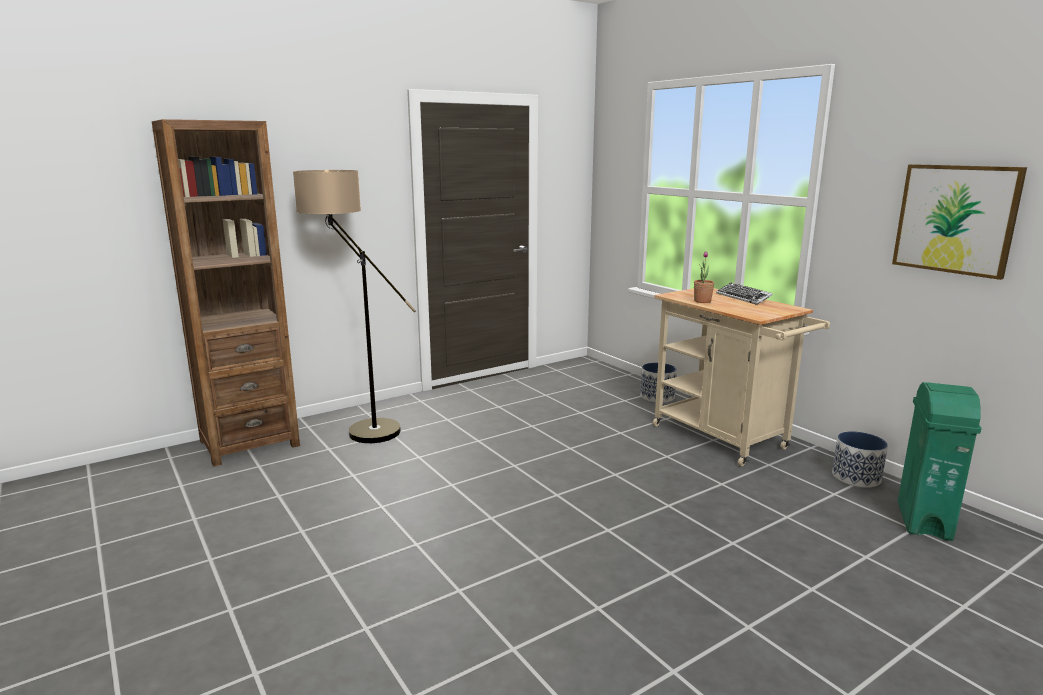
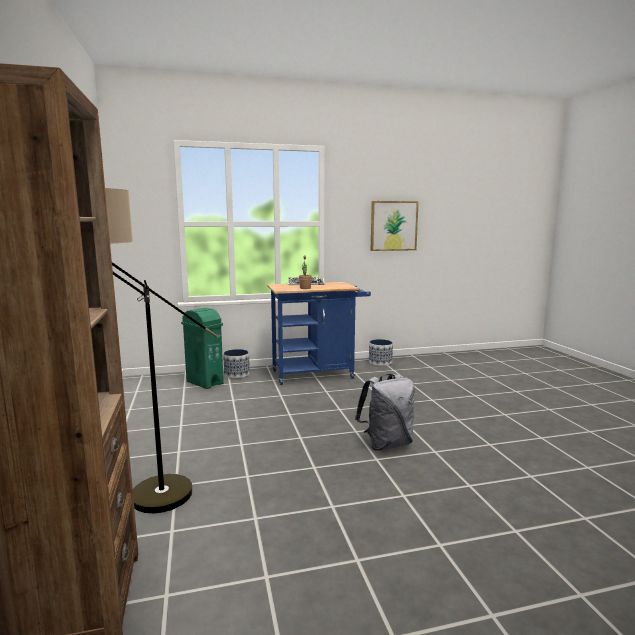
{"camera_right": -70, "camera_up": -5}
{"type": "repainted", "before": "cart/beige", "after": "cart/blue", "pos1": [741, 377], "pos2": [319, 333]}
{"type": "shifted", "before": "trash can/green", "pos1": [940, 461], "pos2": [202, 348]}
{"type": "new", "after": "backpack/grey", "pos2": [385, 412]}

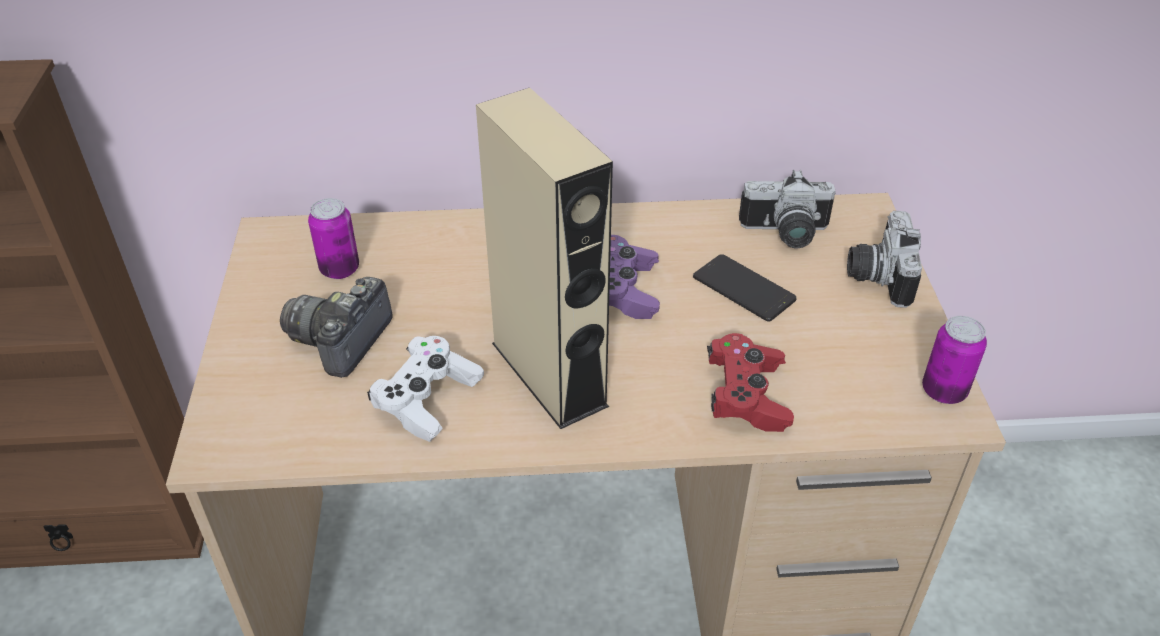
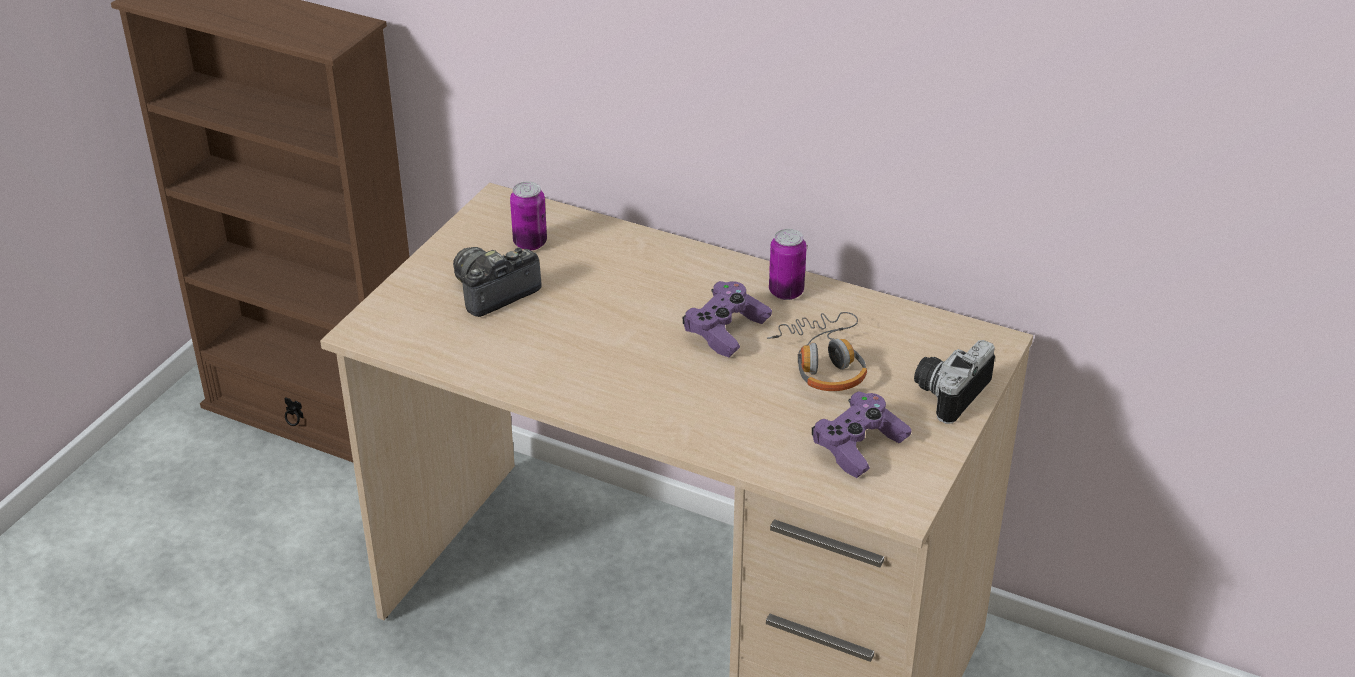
{"camera_right": 30, "camera_up": -5}
{"type": "gone", "before": "game controller/white", "pos1": [425, 389]}
{"type": "gone", "before": "speaker/beige", "pos1": [544, 258]}
{"type": "swapped", "before": "phone", "after": "headphones", "pos1": [745, 288], "pos2": [817, 351]}
{"type": "gone", "before": "game controller/red", "pos1": [750, 382]}
{"type": "gone", "before": "photo camera", "pos1": [787, 209]}
{"type": "shifted", "before": "can", "pos1": [954, 360], "pos2": [788, 264]}
{"type": "new", "after": "game controller/purple", "pos2": [861, 435]}

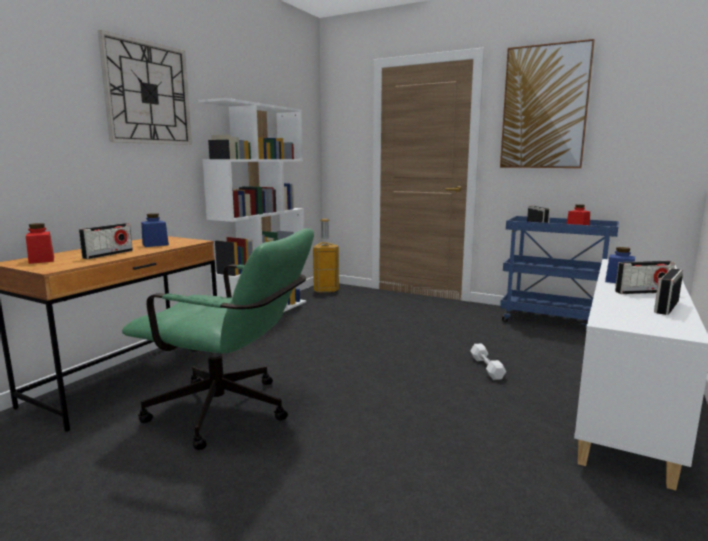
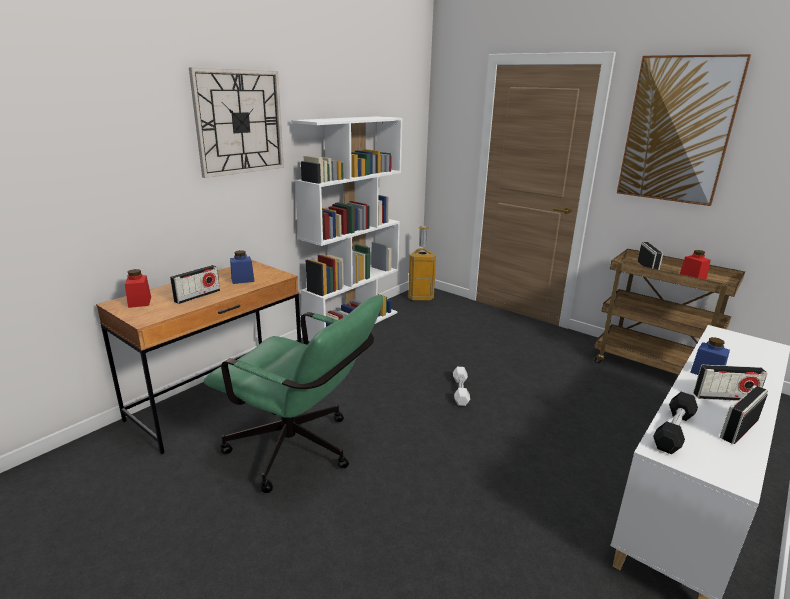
{"camera_right": 10, "camera_up": 10}
{"type": "shifted", "before": "dumbbell/white", "pos1": [488, 361], "pos2": [461, 386]}
{"type": "repainted", "before": "cart/blue", "after": "cart/brown", "pos1": [559, 272], "pos2": [669, 312]}
{"type": "new", "after": "dumbbell/black", "pos2": [675, 423]}

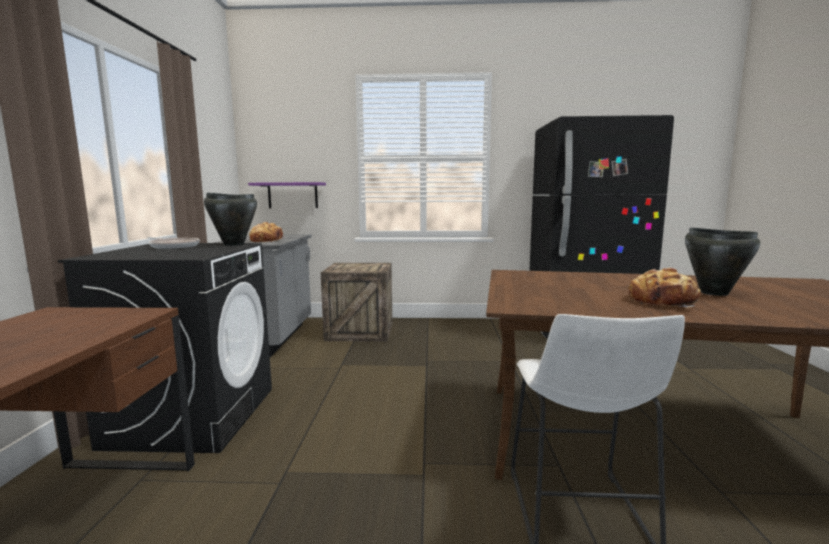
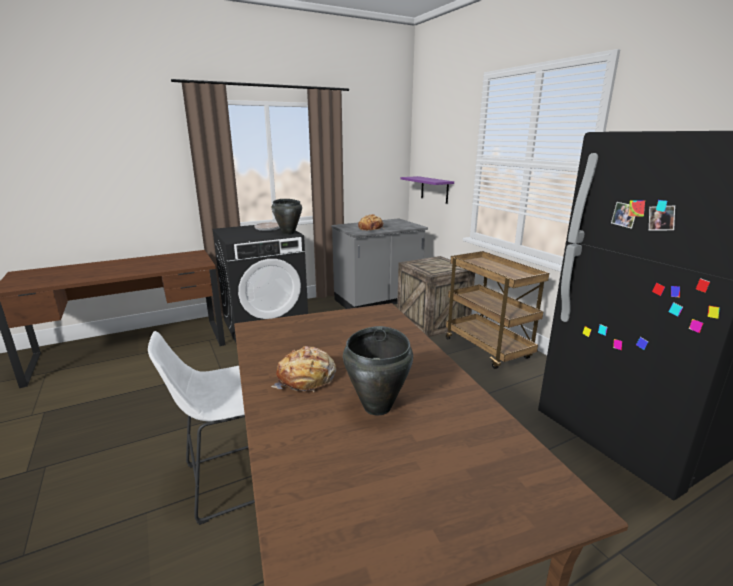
{"camera_right": 60, "camera_up": 10}
{"type": "new", "after": "cart/brown", "pos2": [497, 310]}

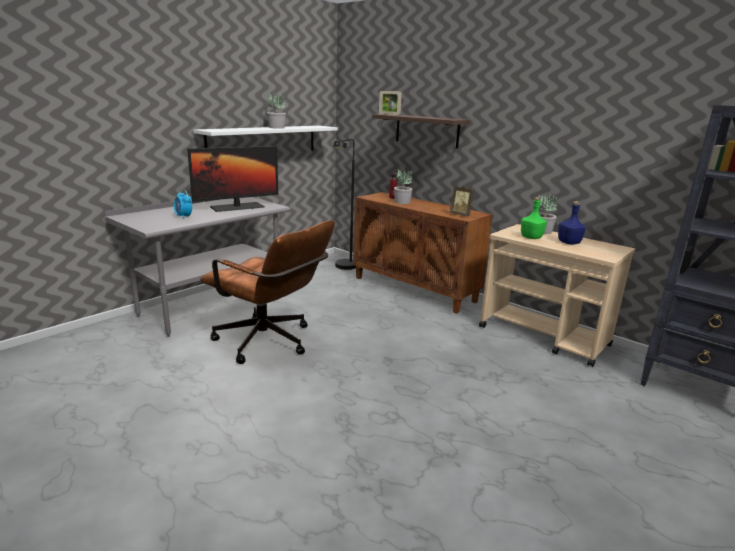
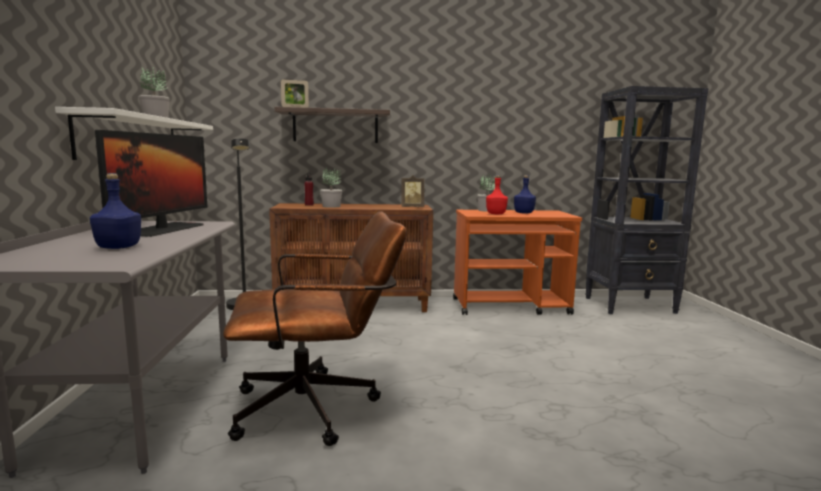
{"camera_right": -45, "camera_up": -10}
{"type": "swapped", "before": "alarm clock", "after": "bottle/blue", "pos1": [183, 204], "pos2": [115, 211]}
{"type": "repainted", "before": "cart/beige", "after": "cart/orange", "pos1": [557, 295], "pos2": [517, 262]}
{"type": "repainted", "before": "bottle/green", "after": "bottle/red", "pos1": [534, 218], "pos2": [497, 194]}

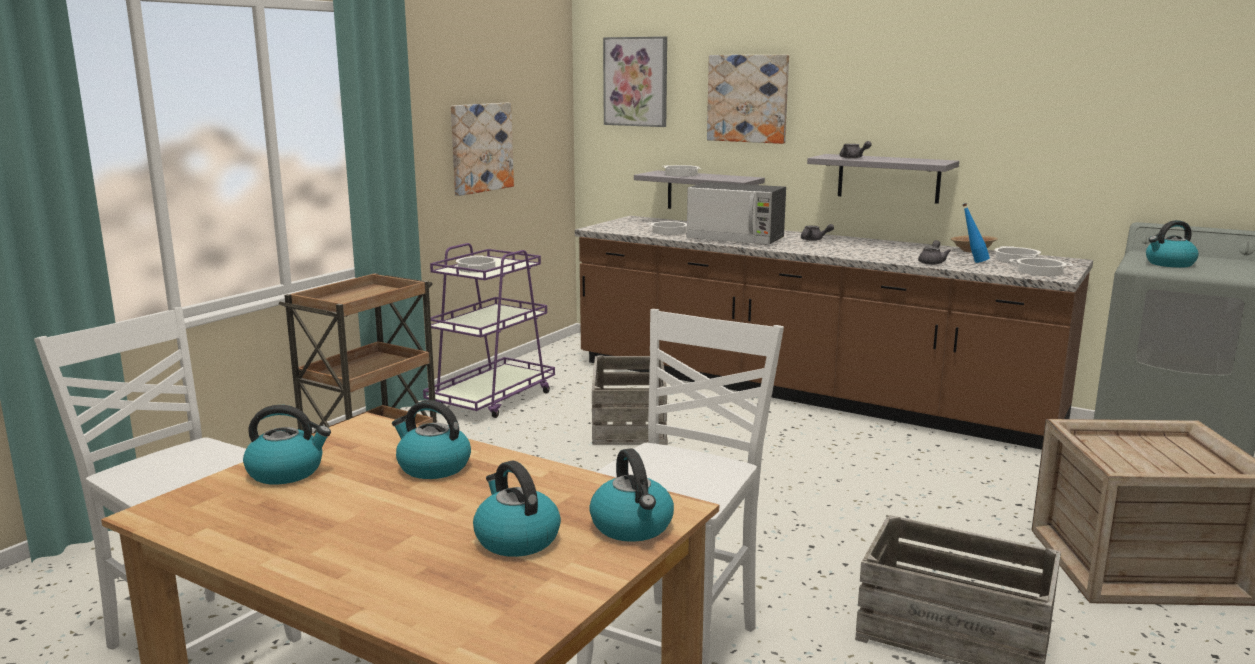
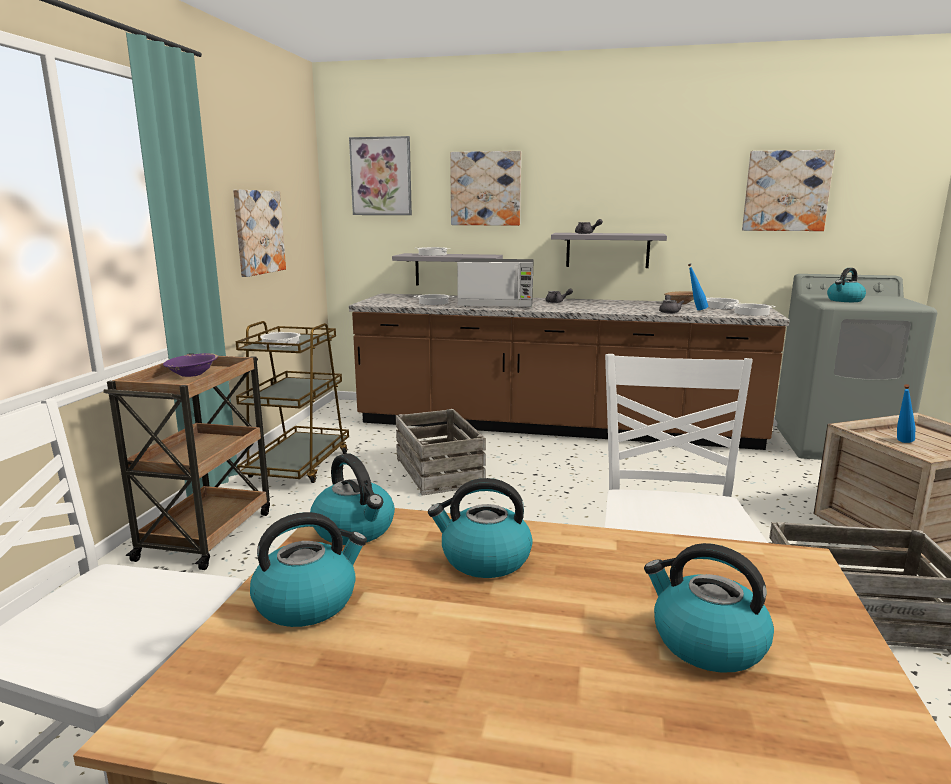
{"camera_right": -20, "camera_up": 0}
{"type": "repainted", "before": "cart/purple", "after": "cart/brown", "pos1": [489, 330], "pos2": [292, 402]}
{"type": "shifted", "before": "kettle", "pos1": [631, 495], "pos2": [352, 499]}
{"type": "new", "after": "bowl/purple", "pos2": [190, 365]}
{"type": "new", "after": "picture", "pos2": [788, 190]}
{"type": "new", "after": "bottle/blue", "pos2": [906, 413]}

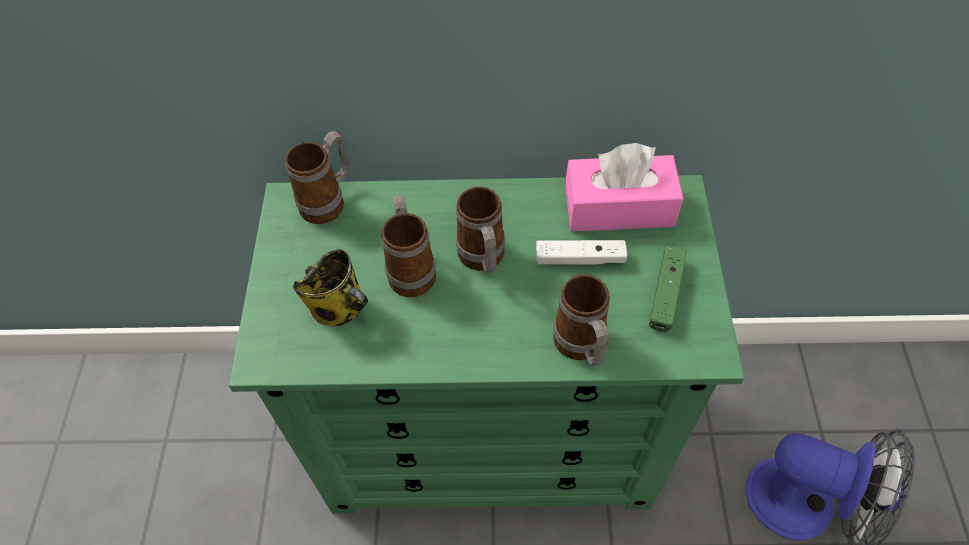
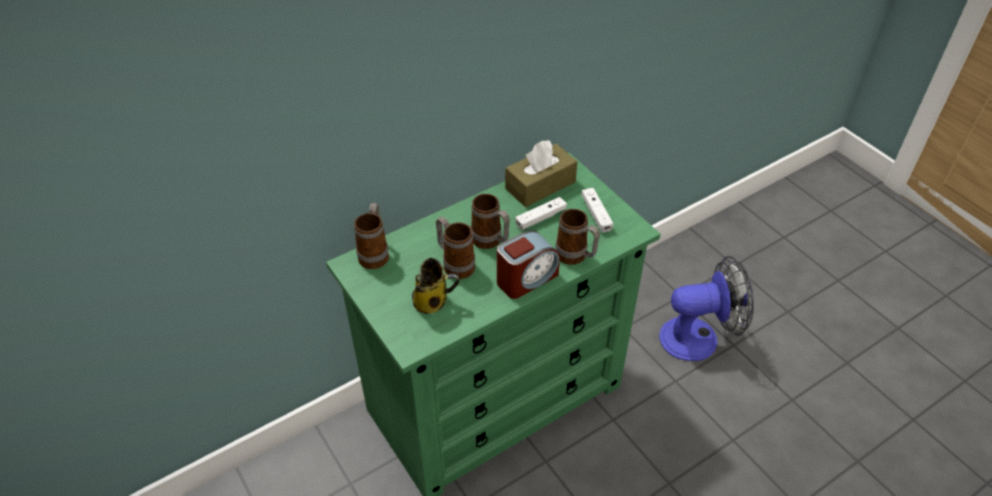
{"camera_right": -35, "camera_up": -10}
{"type": "repainted", "before": "tissue box/pink", "after": "tissue box/brown", "pos1": [624, 187], "pos2": [541, 173]}
{"type": "repainted", "before": "game controller/green", "after": "game controller/white", "pos1": [668, 289], "pos2": [597, 210]}
{"type": "new", "after": "alarm clock", "pos2": [528, 264]}

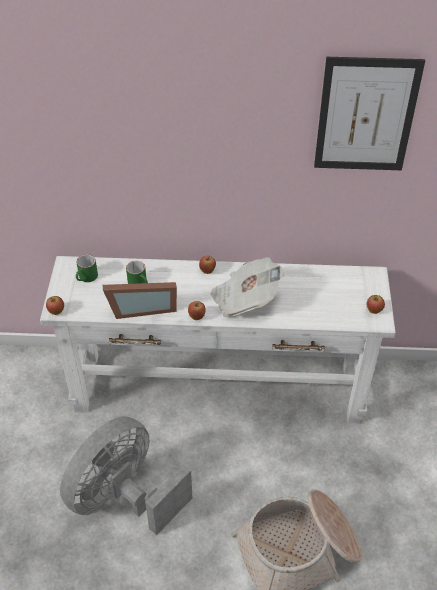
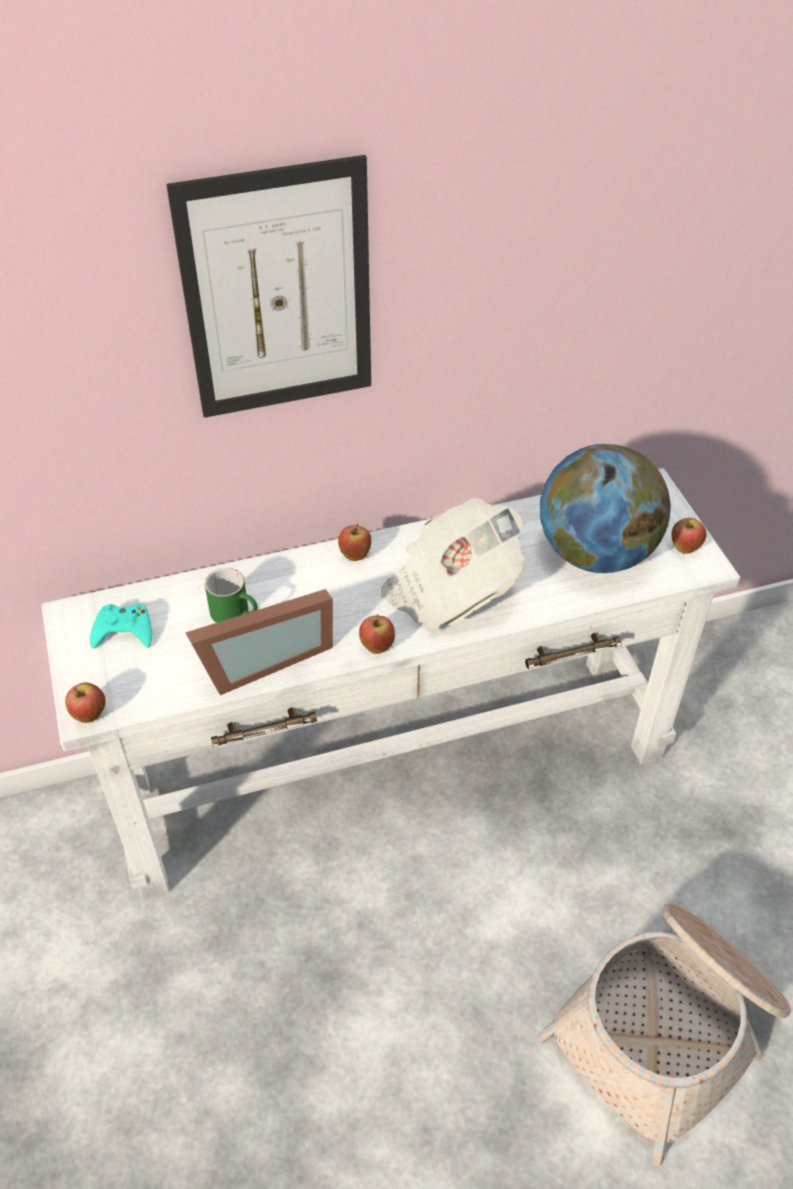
{"camera_right": -20, "camera_up": 0}
{"type": "gone", "before": "fan/grey", "pos1": [126, 475]}
{"type": "swapped", "before": "mug/green", "after": "game controller/turquoise", "pos1": [87, 268], "pos2": [121, 626]}
{"type": "shifted", "before": "picture", "pos1": [369, 113], "pos2": [268, 286]}
{"type": "new", "after": "globe", "pos2": [605, 508]}

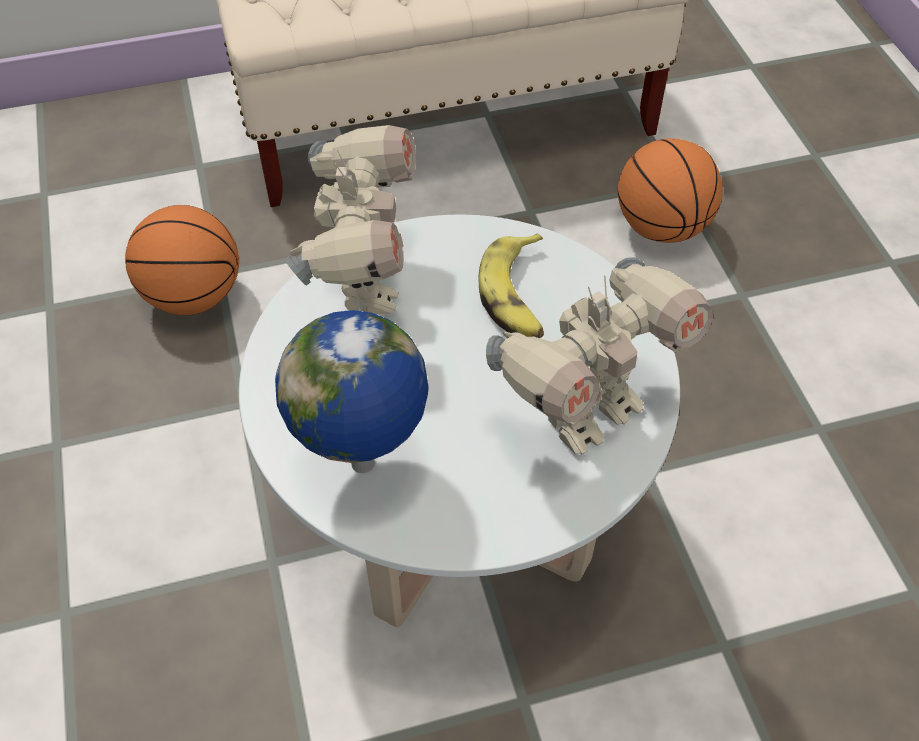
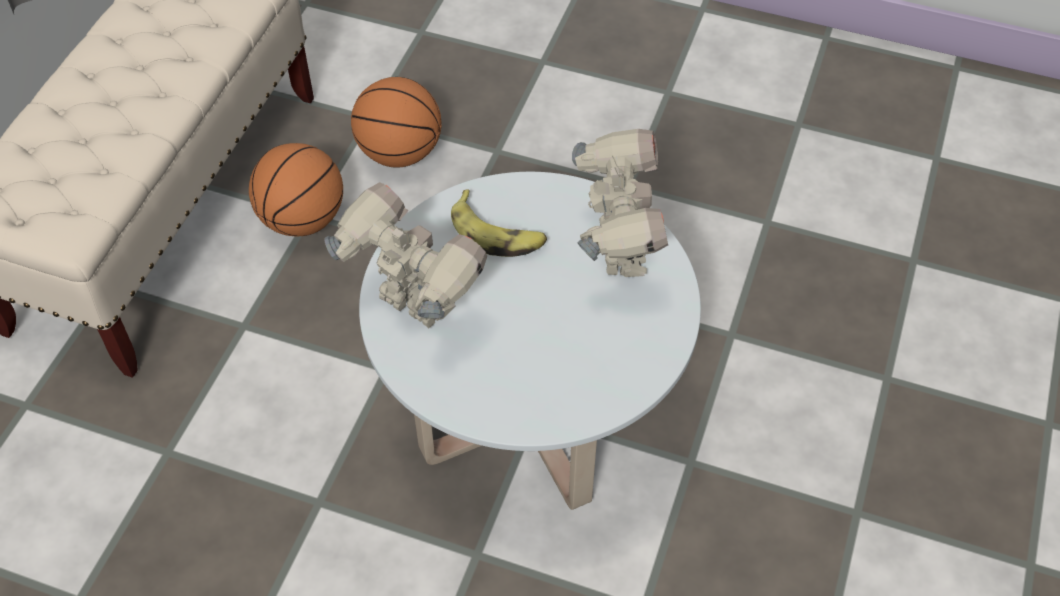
{"camera_right": -55, "camera_up": 0}
{"type": "shifted", "before": "basketball", "pos1": [182, 260], "pos2": [296, 189]}
{"type": "gone", "before": "globe", "pos1": [352, 391]}

